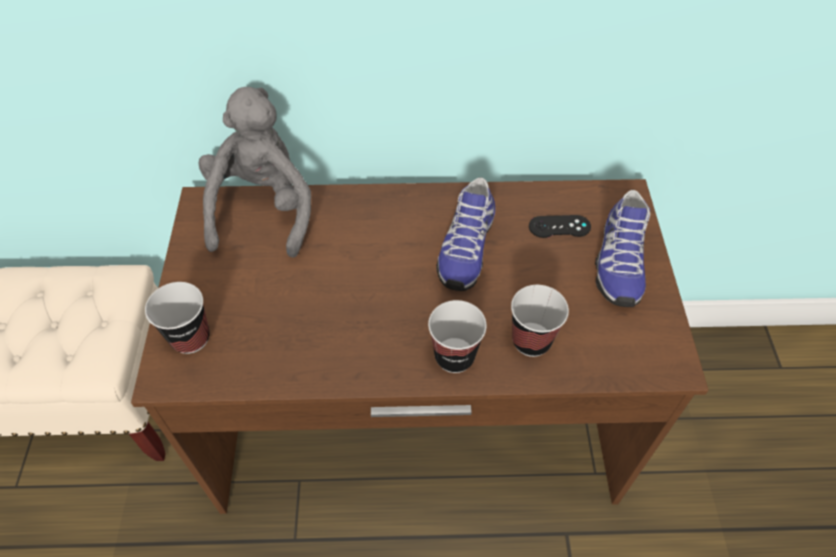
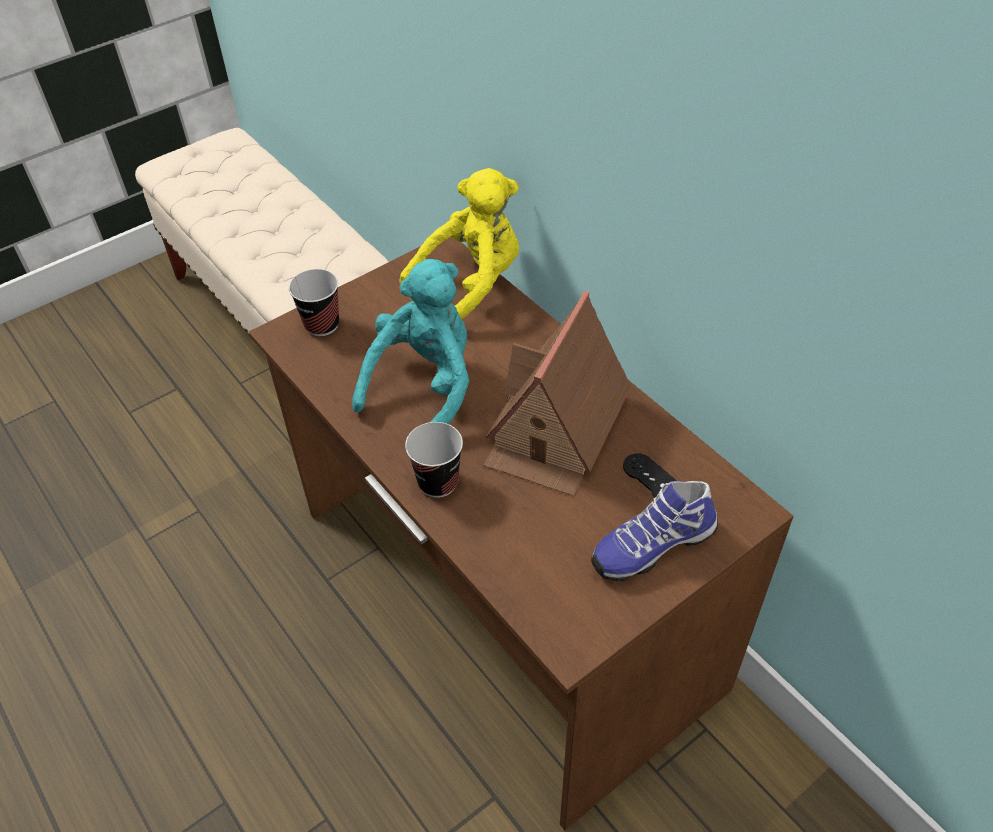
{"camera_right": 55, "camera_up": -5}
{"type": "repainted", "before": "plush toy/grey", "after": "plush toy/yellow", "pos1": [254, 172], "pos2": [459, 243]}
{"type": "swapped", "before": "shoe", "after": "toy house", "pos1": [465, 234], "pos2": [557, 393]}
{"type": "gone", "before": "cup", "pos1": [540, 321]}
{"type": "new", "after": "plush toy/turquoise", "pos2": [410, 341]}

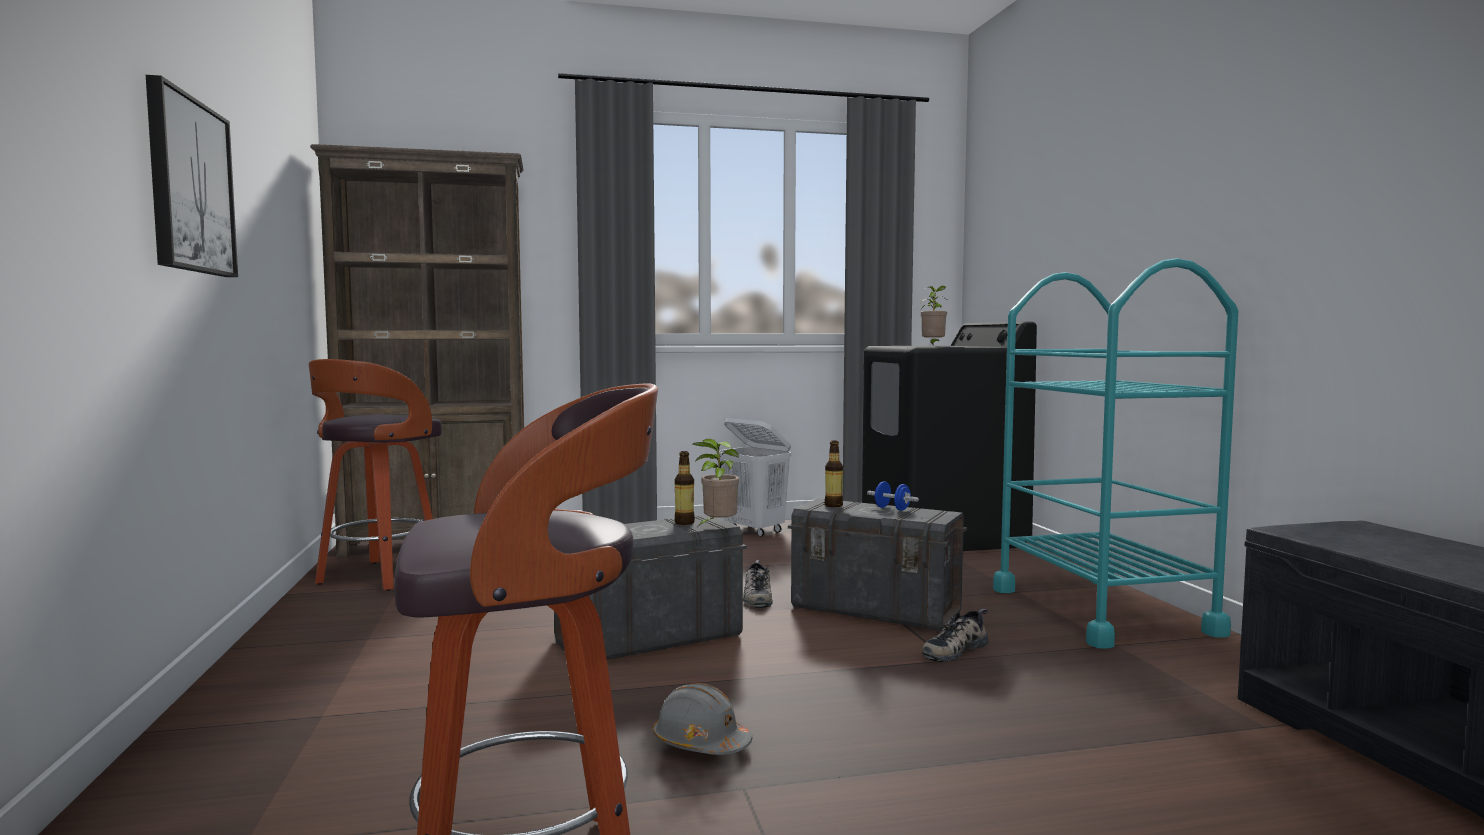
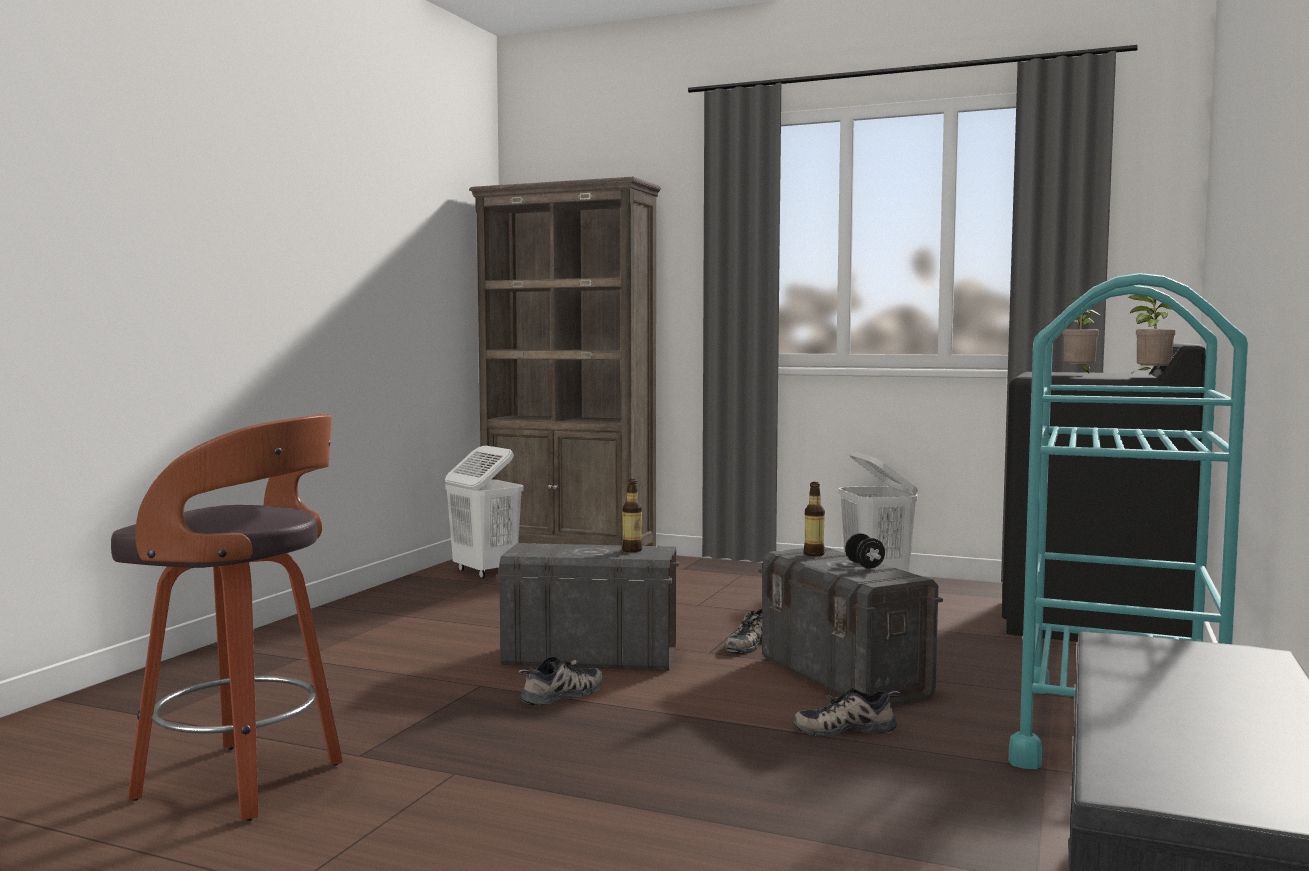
{"camera_right": 35, "camera_up": 0}
{"type": "gone", "before": "picture", "pos1": [192, 176]}
{"type": "swapped", "before": "stool", "after": "laundry basket/white", "pos1": [375, 475], "pos2": [484, 512]}
{"type": "gone", "before": "hard hat/grey", "pos1": [702, 719]}
{"type": "shifted", "before": "potted plant", "pos1": [716, 483], "pos2": [1152, 334]}
{"type": "repainted", "before": "dumbbell/blue", "after": "dumbbell/black", "pos1": [893, 496], "pos2": [865, 550]}
{"type": "new", "after": "shoe", "pos2": [560, 681]}

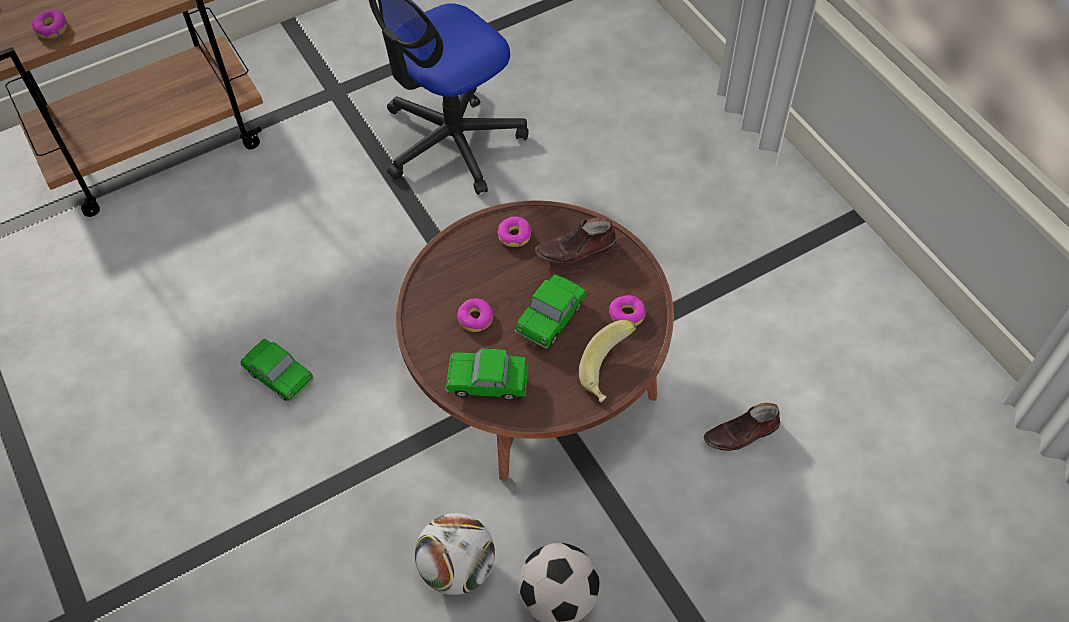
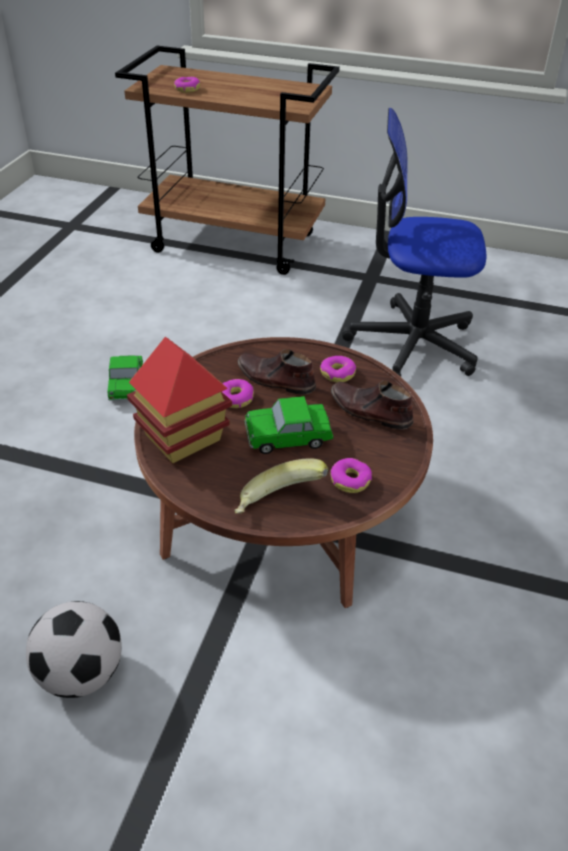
{"camera_right": 45, "camera_up": -15}
{"type": "gone", "before": "football", "pos1": [455, 554]}
{"type": "swapped", "before": "toy car", "after": "toy house", "pos1": [487, 374], "pos2": [179, 400]}
{"type": "shifted", "before": "shoe/brown", "pos1": [742, 427], "pos2": [277, 371]}

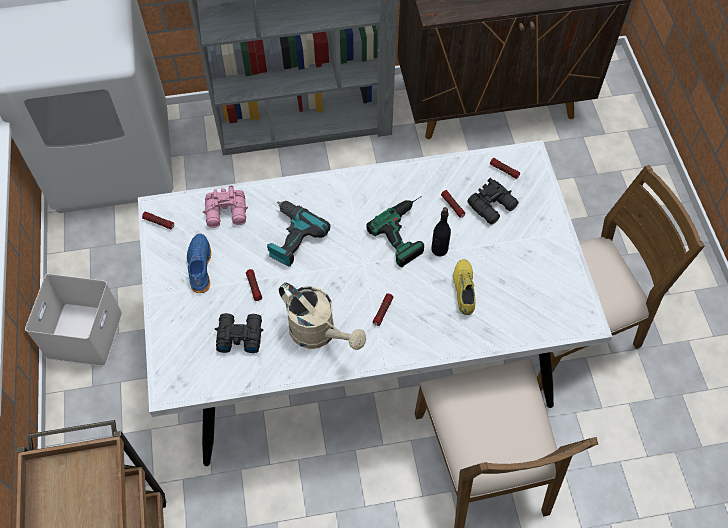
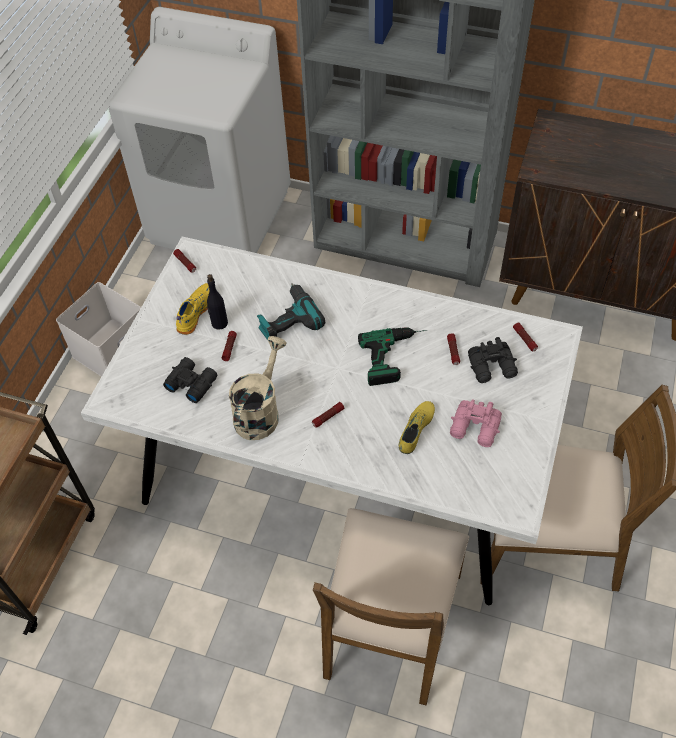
{"camera_right": 30, "camera_up": -5}
{"type": "repainted", "before": "shoe/blue", "after": "shoe/yellow", "pos1": [199, 263], "pos2": [192, 309]}
{"type": "shifted", "before": "binoculars/pink", "pos1": [225, 206], "pos2": [476, 423]}
{"type": "rotated", "before": "watering can/beige", "pos1": [322, 316], "pos2": [258, 388], "turn": -135}
{"type": "shifted", "before": "bottle/black", "pos1": [441, 231], "pos2": [217, 302]}

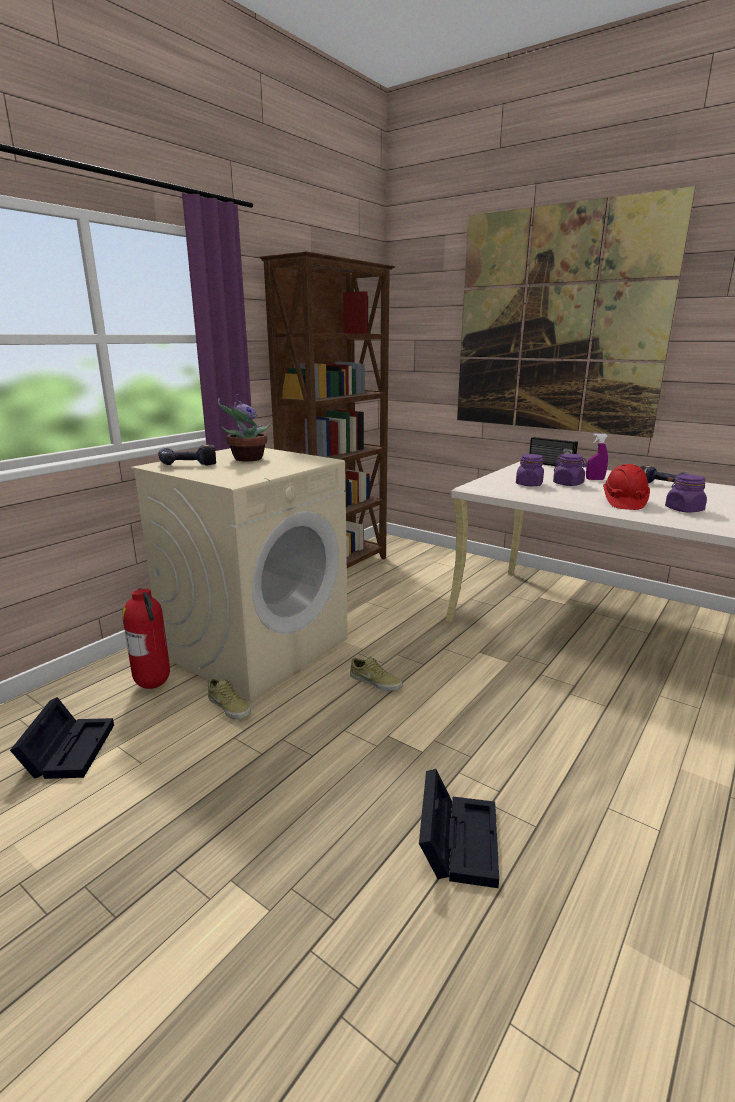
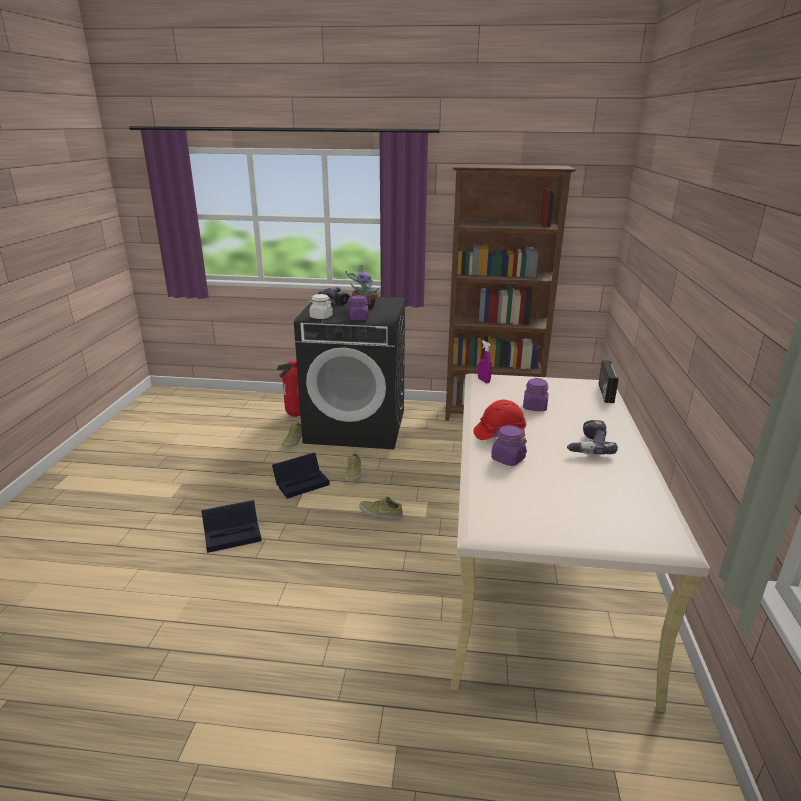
{"camera_right": 60, "camera_up": 5}
{"type": "shifted", "before": "storage box/black", "pos1": [62, 738], "pos2": [301, 476]}
{"type": "repainted", "before": "washing machine/beige", "after": "washing machine/black", "pos1": [239, 574], "pos2": [349, 372]}
{"type": "gone", "before": "picture", "pos1": [576, 312]}
{"type": "shifted", "before": "jar/purple", "pos1": [530, 470], "pos2": [359, 307]}
{"type": "shifted", "before": "spray bottle/purple", "pos1": [597, 456], "pos2": [485, 361]}
{"type": "new", "after": "jar/white", "pos2": [320, 306]}
{"type": "new", "after": "shoe/beige", "pos2": [381, 508]}

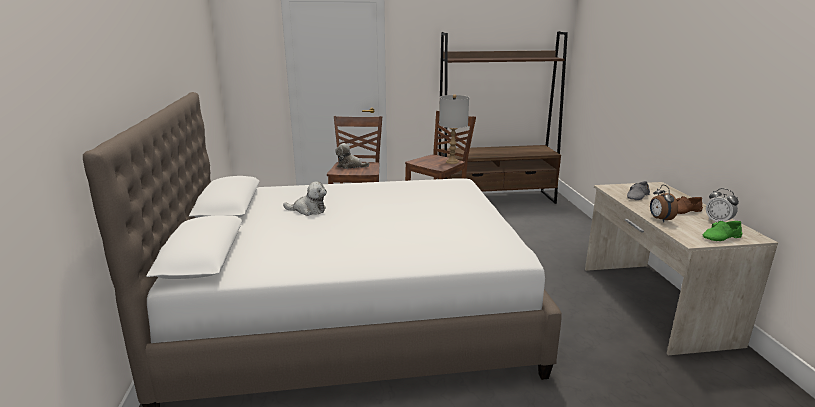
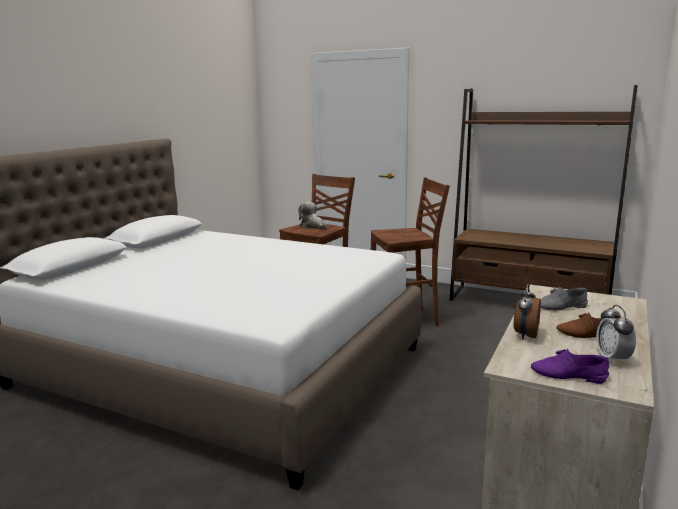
{"camera_right": 35, "camera_up": -5}
{"type": "gone", "before": "plush toy", "pos1": [305, 198]}
{"type": "gone", "before": "table lamp/grey", "pos1": [454, 129]}
{"type": "repainted", "before": "shoe/green", "after": "shoe/purple", "pos1": [723, 231], "pos2": [570, 366]}

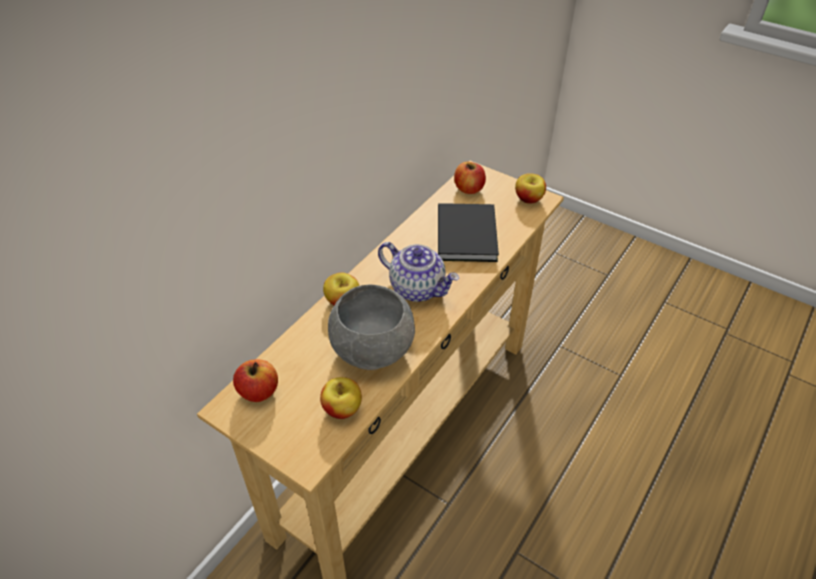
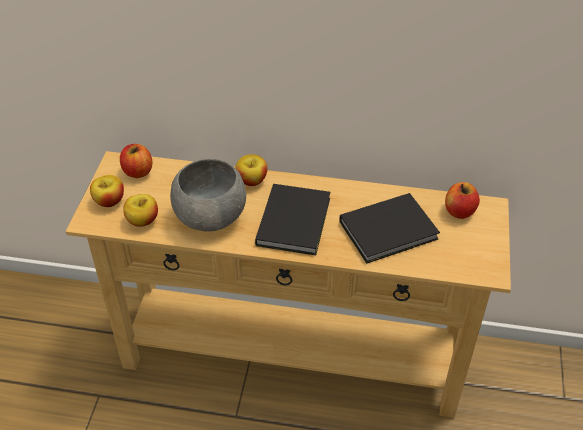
{"camera_right": 65, "camera_up": 0}
{"type": "swapped", "before": "teapot", "after": "book/black", "pos1": [418, 272], "pos2": [292, 219]}
{"type": "shifted", "before": "apple", "pos1": [530, 188], "pos2": [107, 191]}

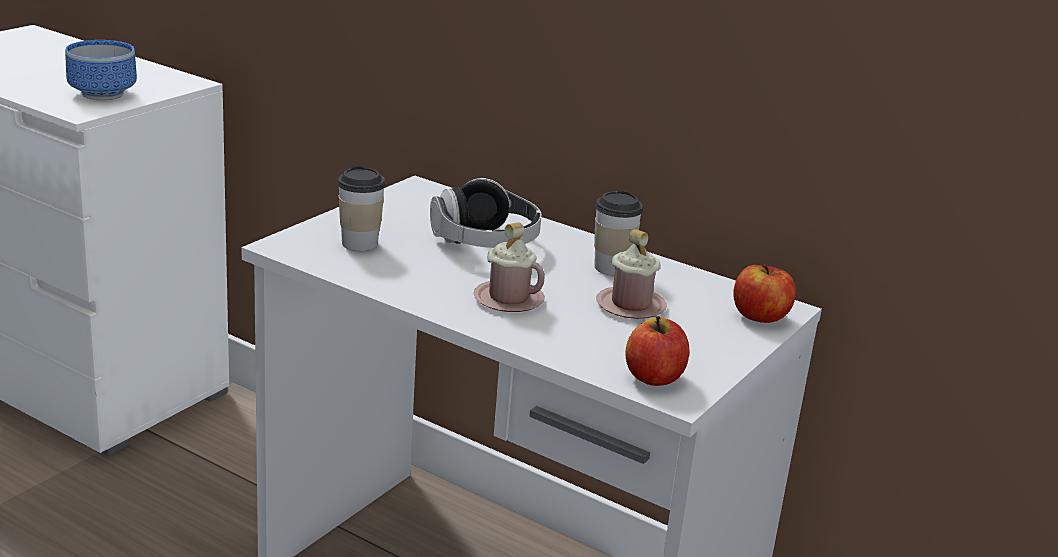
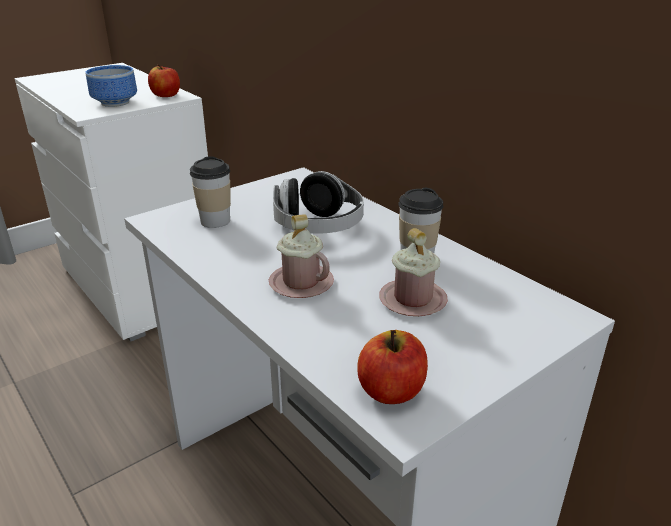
{"camera_right": 20, "camera_up": 5}
{"type": "shifted", "before": "apple", "pos1": [765, 294], "pos2": [164, 80]}

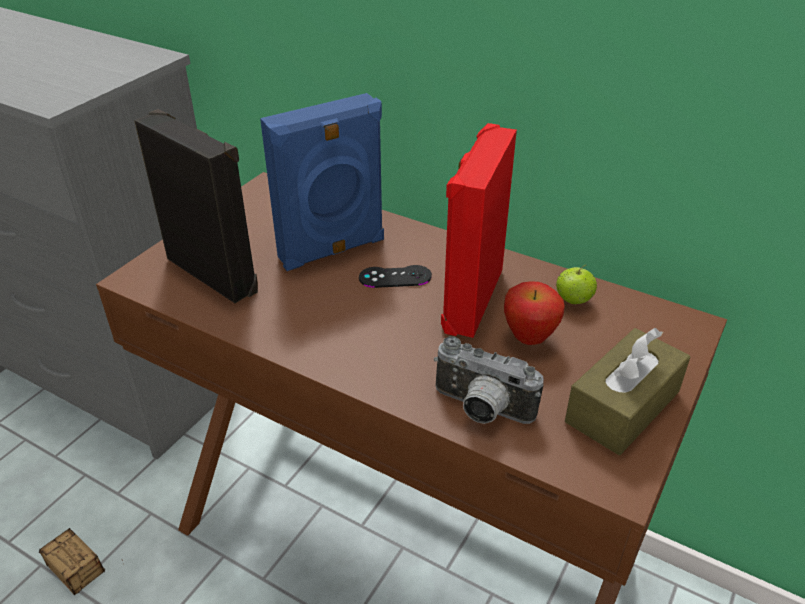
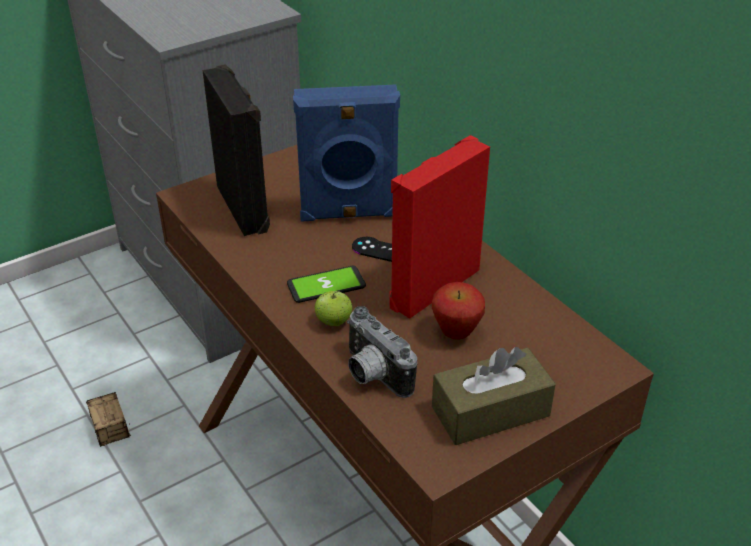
{"camera_right": 25, "camera_up": 0}
{"type": "shifted", "before": "apple", "pos1": [576, 284], "pos2": [333, 308]}
{"type": "new", "after": "phone", "pos2": [326, 284]}

